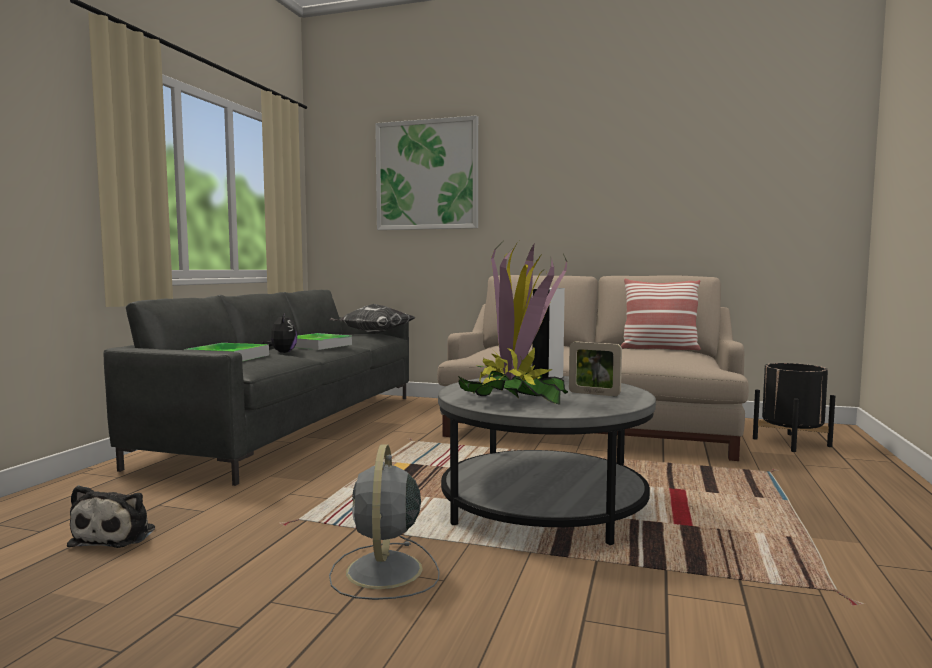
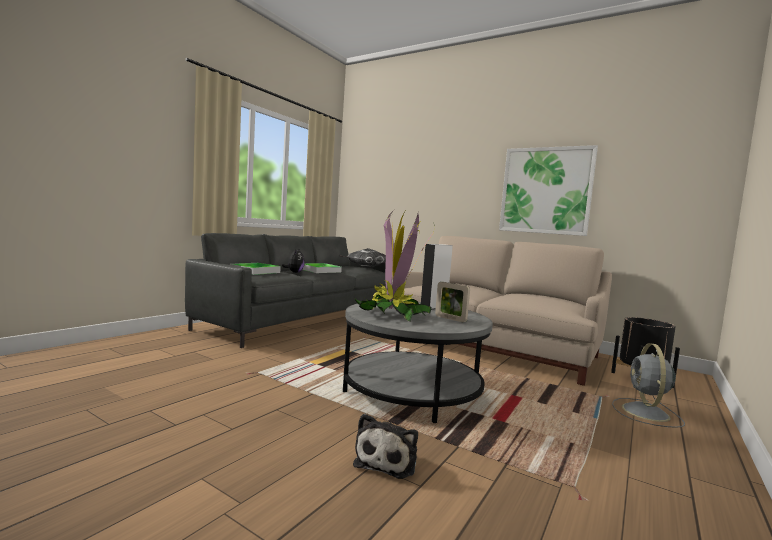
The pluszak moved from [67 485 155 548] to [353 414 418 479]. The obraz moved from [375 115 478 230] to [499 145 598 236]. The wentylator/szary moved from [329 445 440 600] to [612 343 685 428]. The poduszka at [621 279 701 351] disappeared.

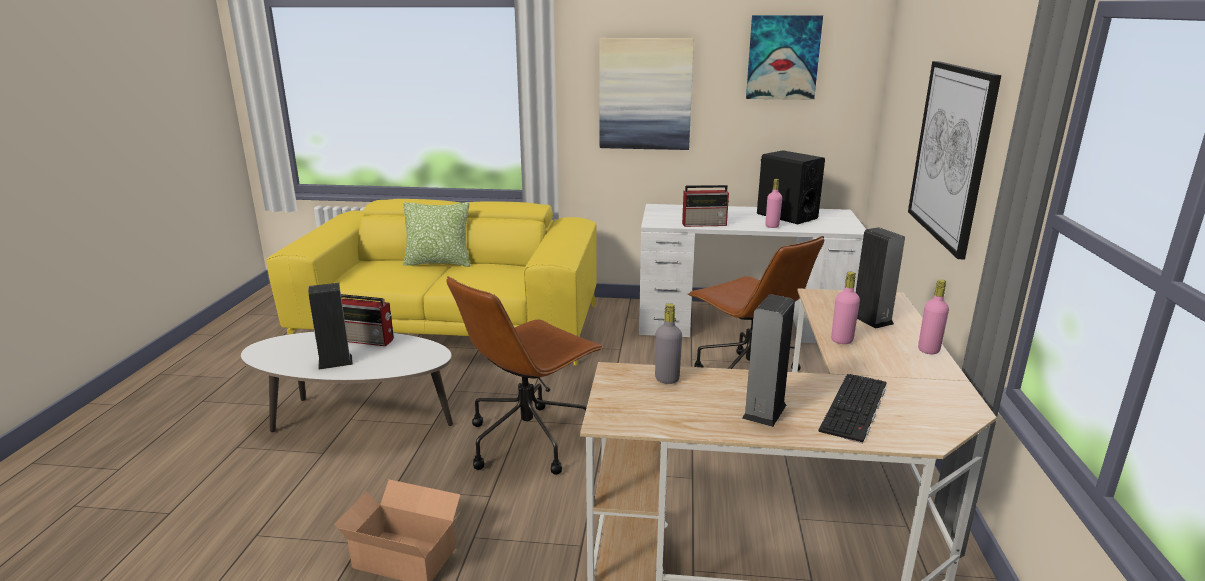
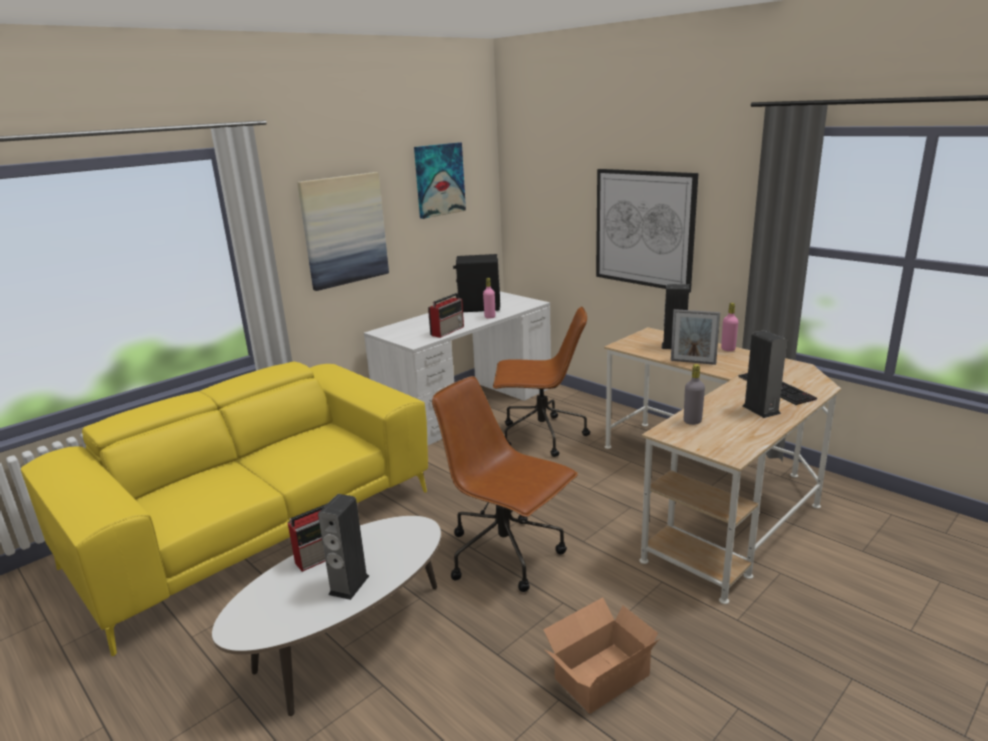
The krzesło biurowe/brązowy at [446 276 604 475] turned 135 degrees clockwise. The butelka/różowy at [831 272 860 344] was replaced by the ramka na zdjęcie at [671 309 720 365]. The poduszka at [403 202 470 267] disappeared.

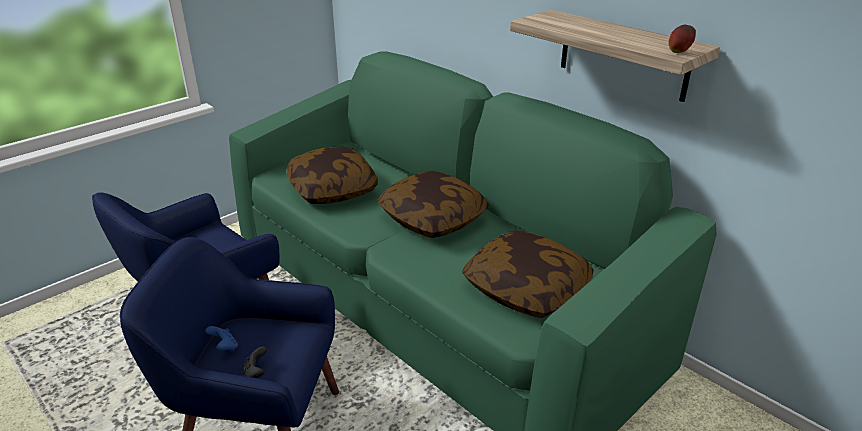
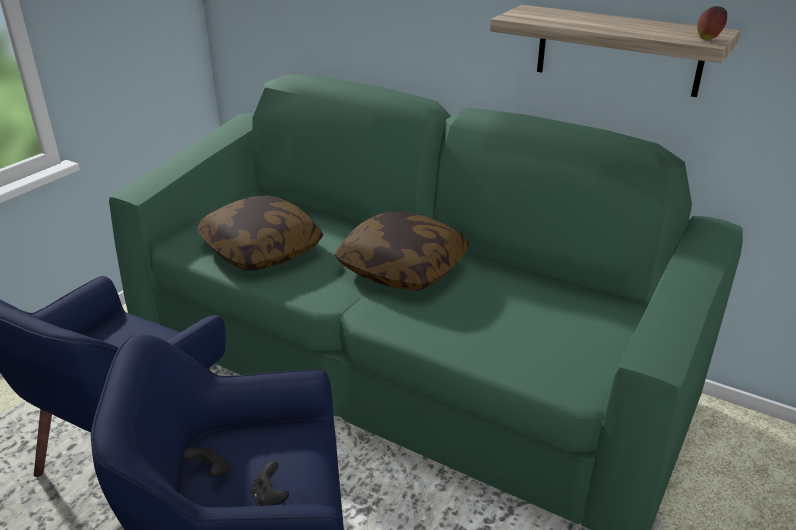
The pad do gier/niebieski at [205 326 238 351] became the pad do gier/czarny at [183 447 231 478]. The poduszka at [462 230 594 318] disappeared.

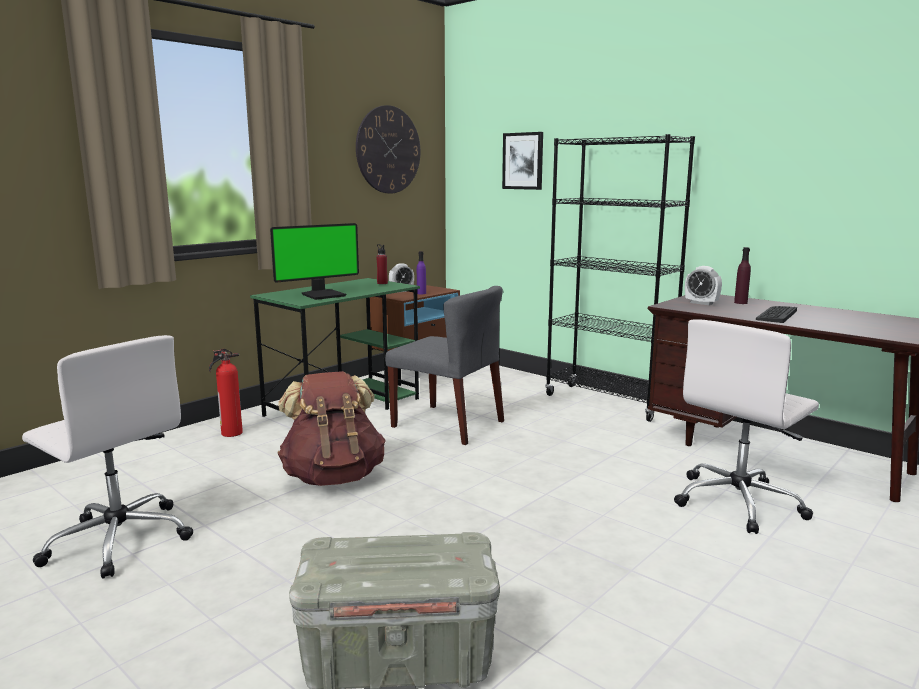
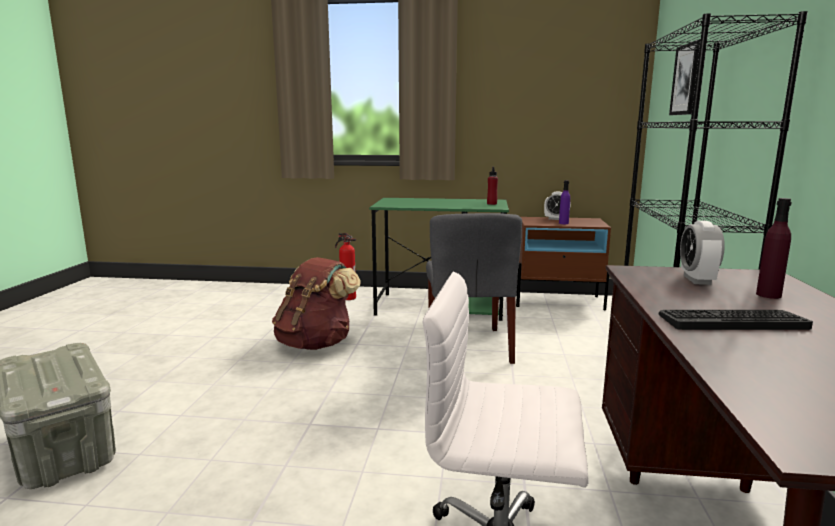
The krzesło biurowe/biały at [22 335 193 579] disappeared. The monitor at [270 223 359 300] disappeared. The zegar ścienny at [356 105 420 194] disappeared.

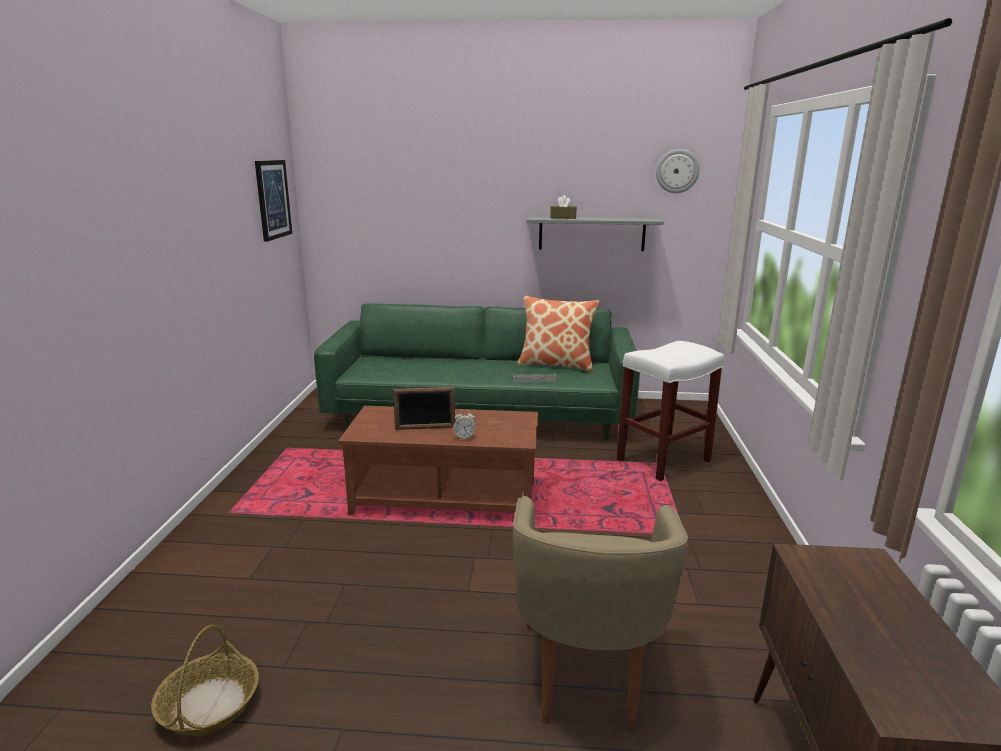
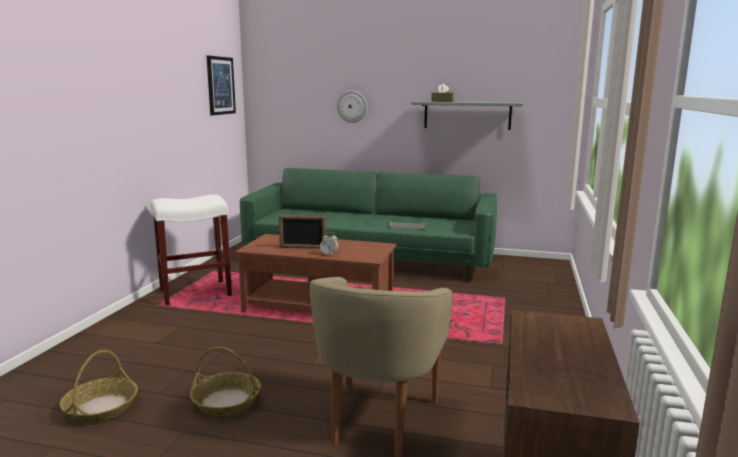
The stołek/biały moved from [617 341 725 481] to [151 195 232 306]. The koszyk at [190 347 261 416] appeared. The zegar ścienny moved from [656 149 699 193] to [337 90 367 123]. The poduszka at [517 296 600 371] disappeared.

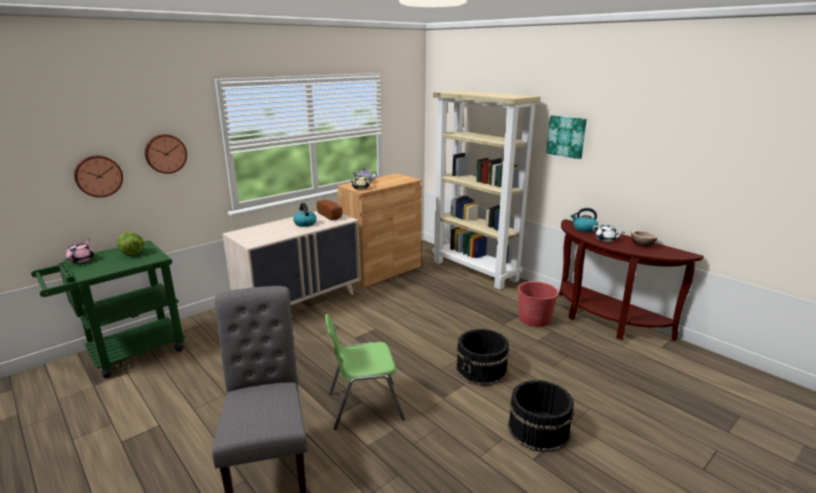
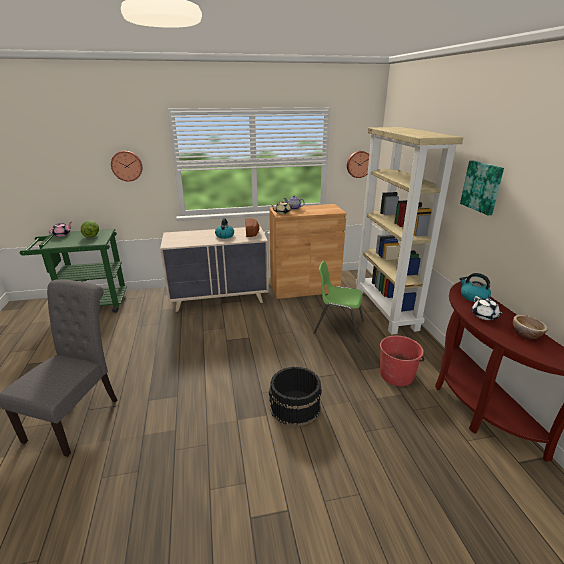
The krzesło/zielony moved from [325 314 405 430] to [314 261 364 342]. The zegar ścienny moved from [74 155 123 198] to [347 151 369 178]. The wiadro/czarny at [508 380 574 453] disappeared.

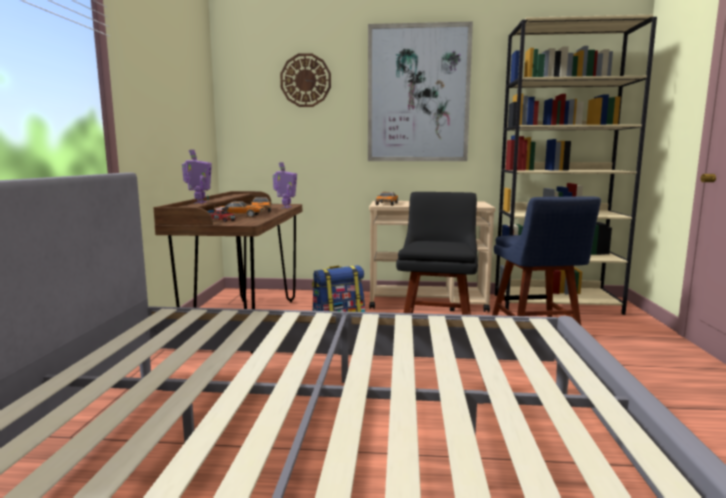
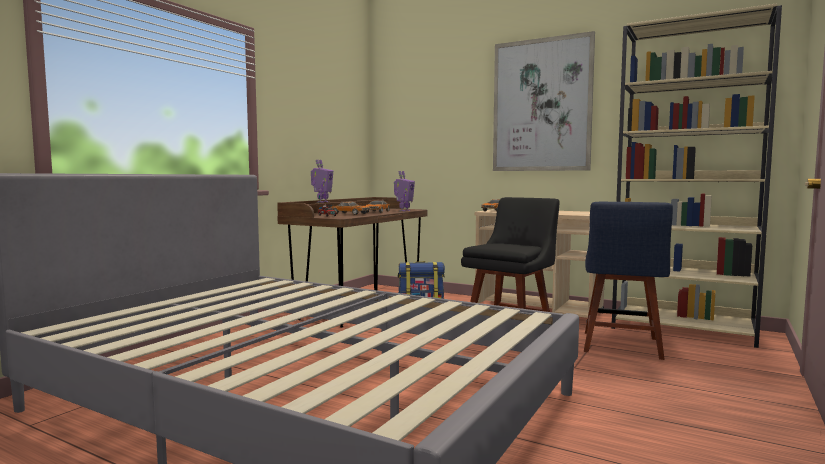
The zegar ścienny at [280 53 331 107] disappeared.

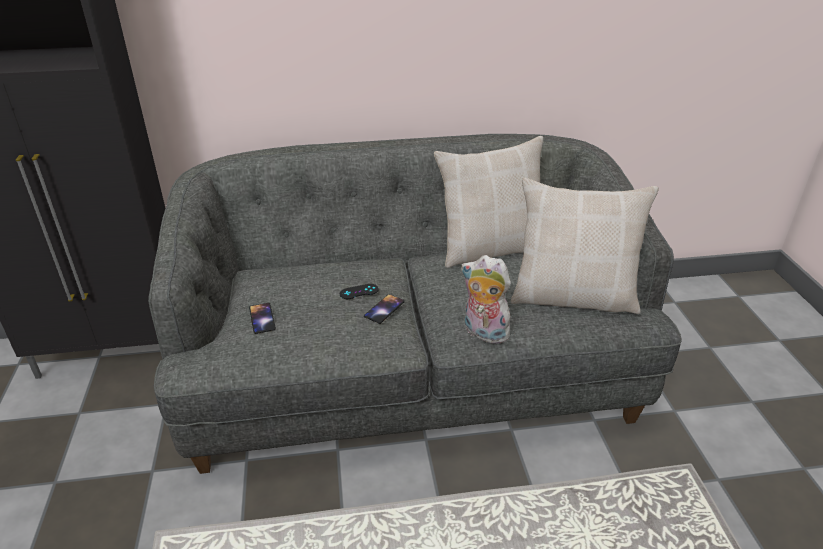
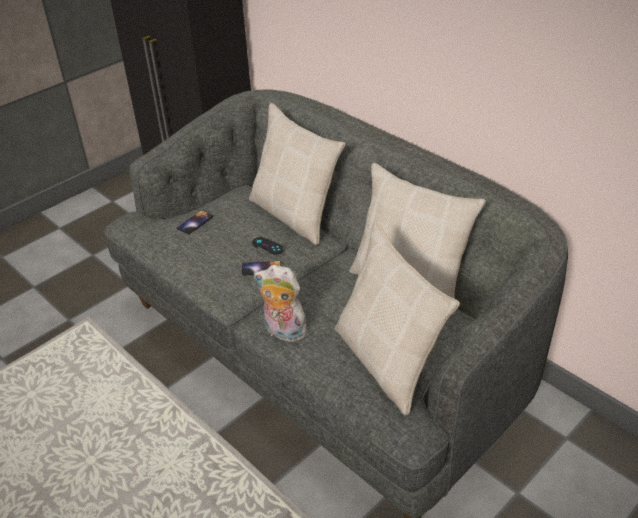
The poduszka/beżowy at [249 103 345 245] appeared. The pluszak at [461 255 512 344] turned 60 degrees counterclockwise.

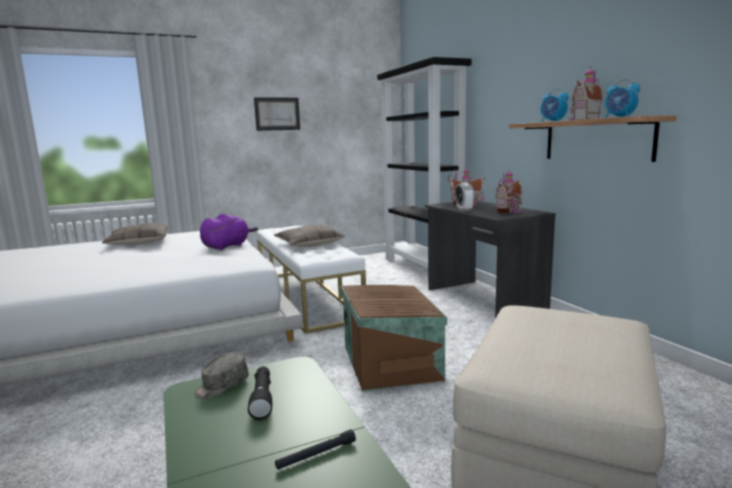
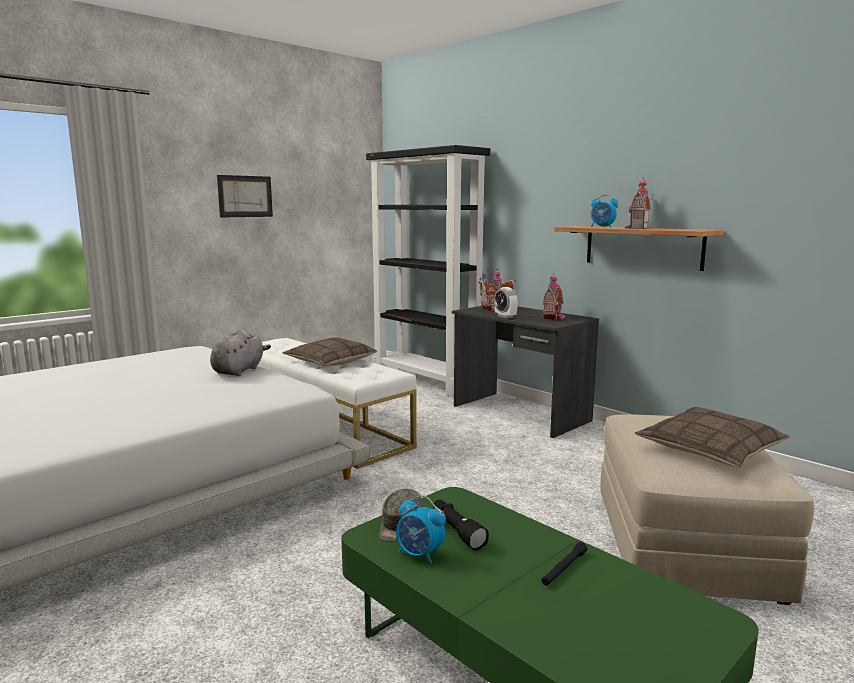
The pluszak/fioletowy at [200 214 258 250] became the pluszak/szary at [210 330 271 376]. The budzik moved from [605 79 640 118] to [396 495 446 564]. The poduszka moved from [102 223 169 245] to [635 407 789 468]. The pojemnik do przechowywania/brązowy at [341 285 447 392] disappeared.

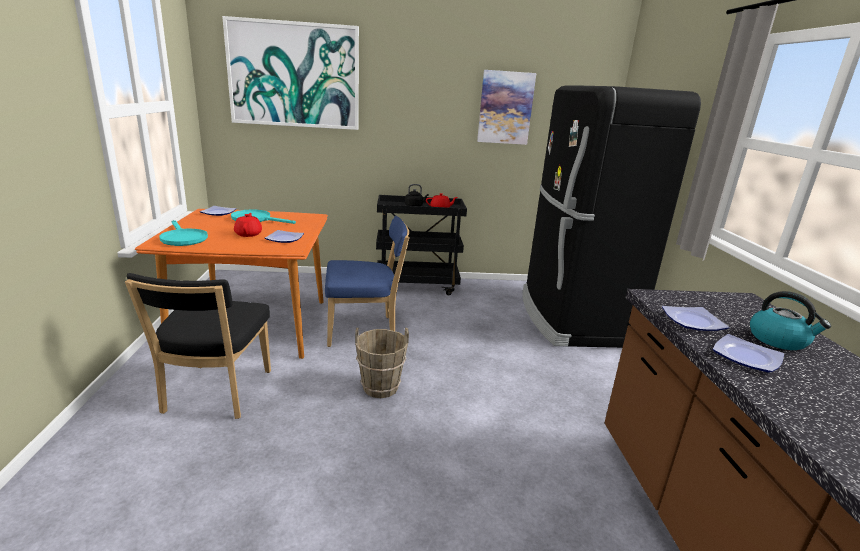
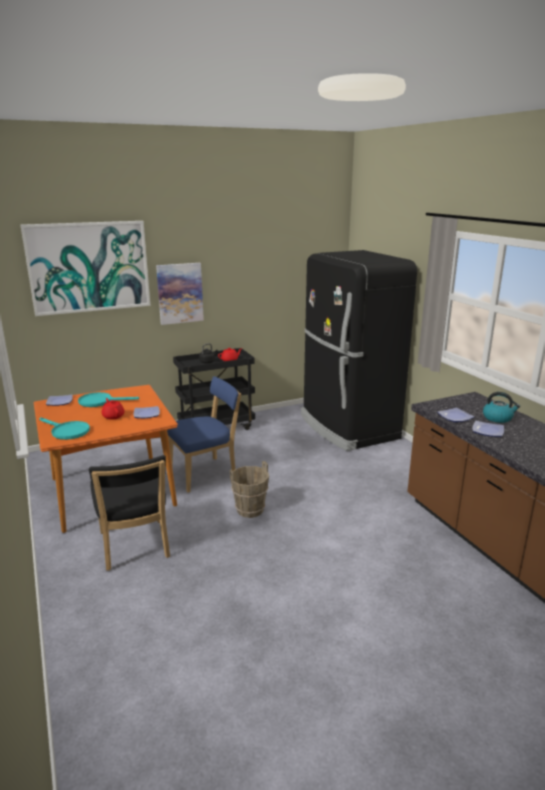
The obraz moved from [477 70 536 145] to [156 263 204 325].

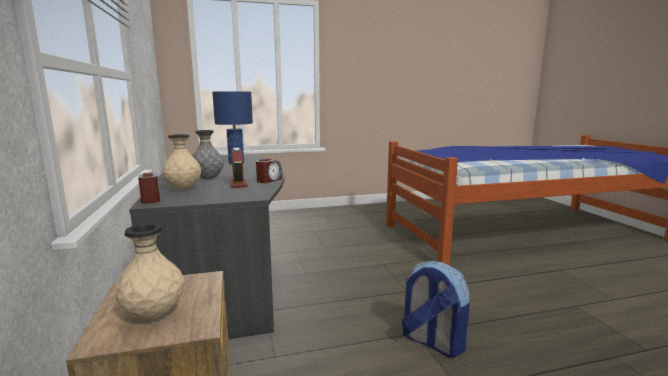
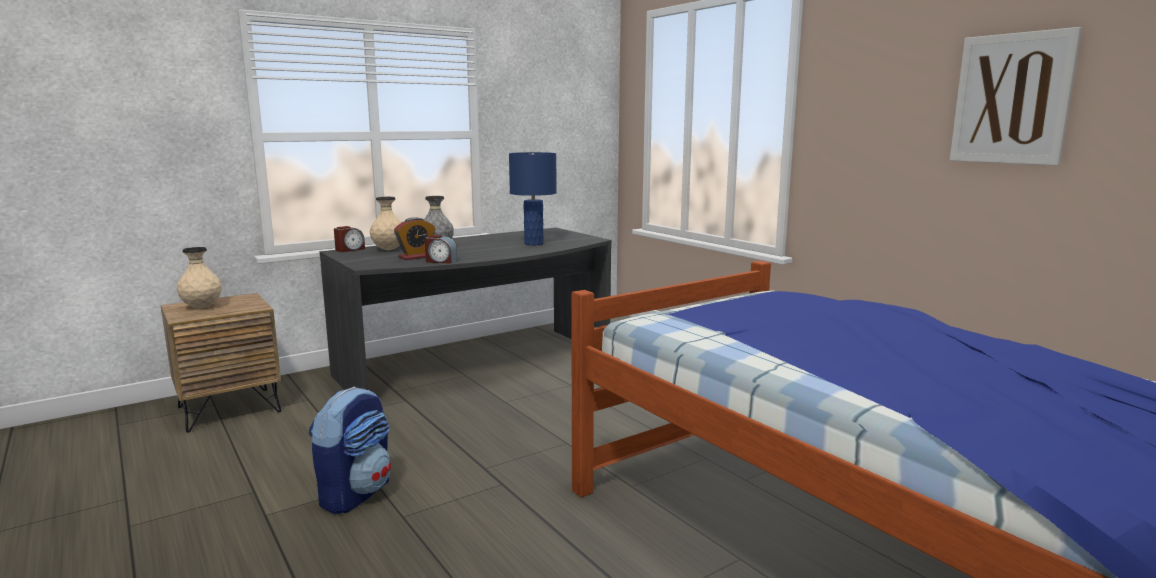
The obraz at [950 27 1082 166] appeared.

